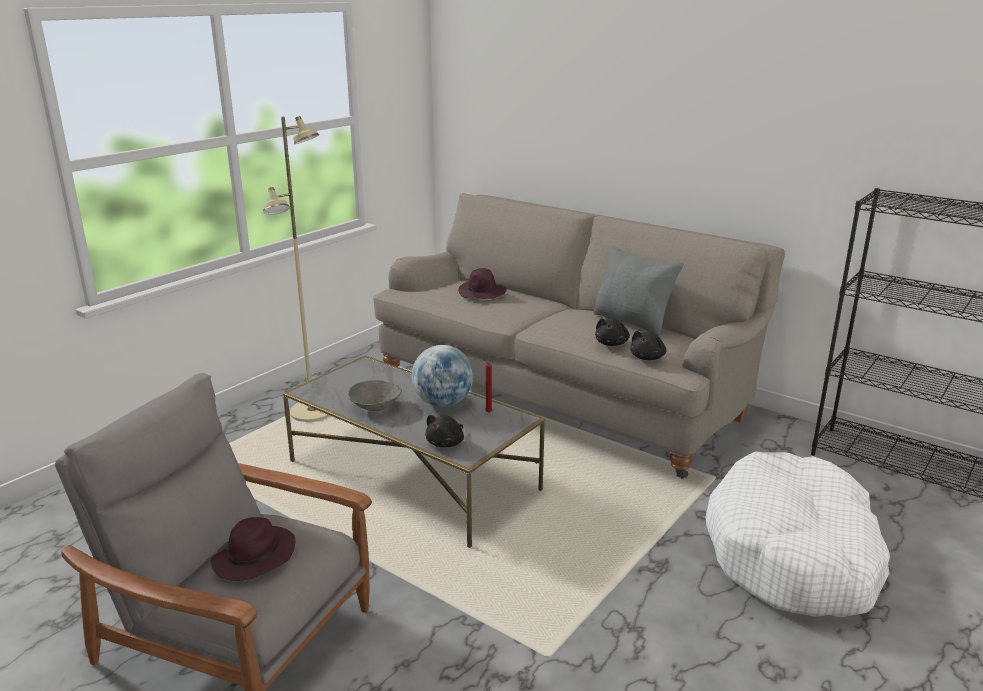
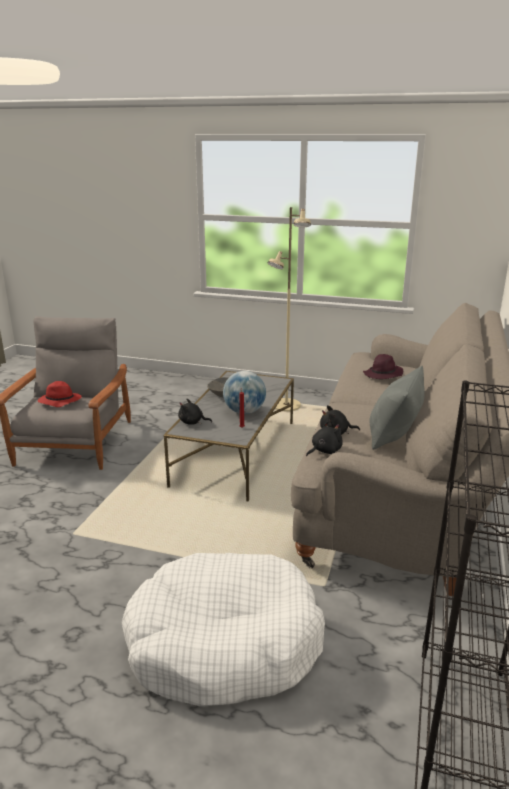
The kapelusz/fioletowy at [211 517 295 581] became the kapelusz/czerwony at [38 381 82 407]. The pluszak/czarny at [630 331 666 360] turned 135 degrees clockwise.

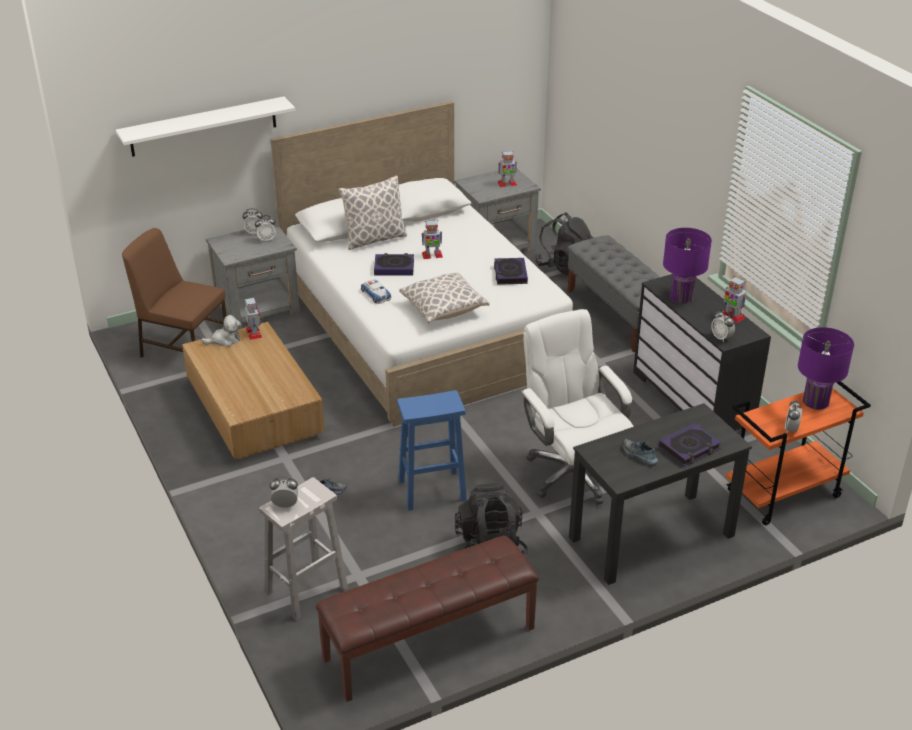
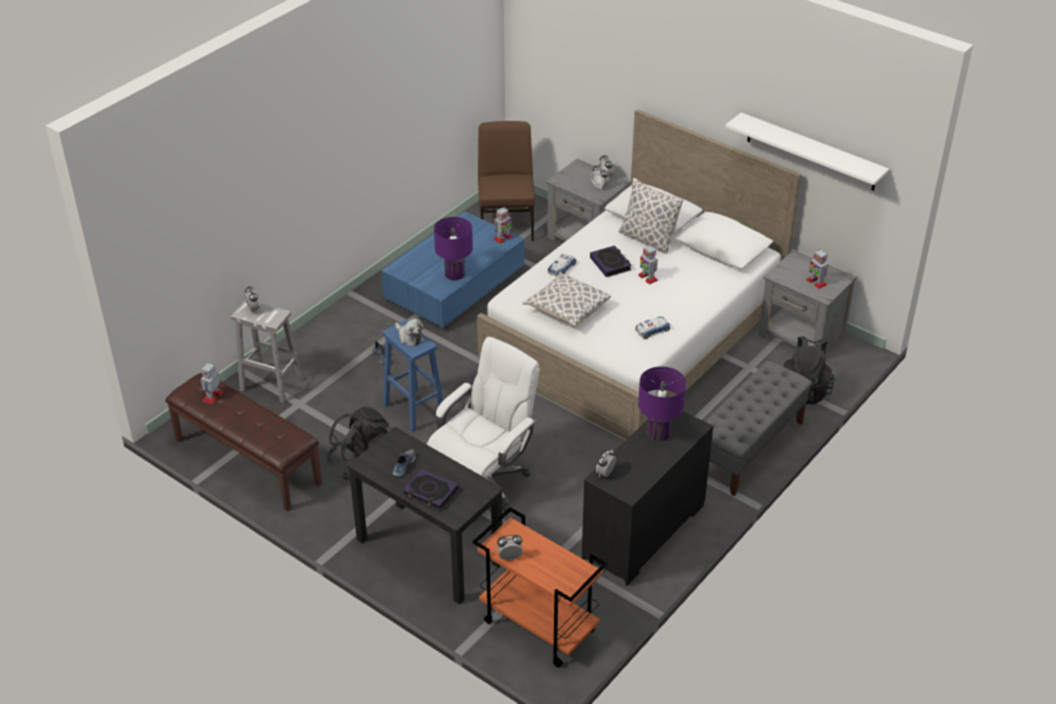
The robot zabawkowy moved from [722 276 746 323] to [201 363 224 404]. The ława/brązowy at [182 322 325 459] became the ława/niebieski at [381 211 524 328]. The pluszak moved from [201 315 241 347] to [395 319 424 346]. The lampa stołowa/fioletowy moved from [798 327 854 410] to [434 217 473 280]. The książka at [494 258 528 285] was replaced by the samochodzik at [635 316 670 339]. The półka/biały moved from [116 97 295 157] to [725 112 889 191].

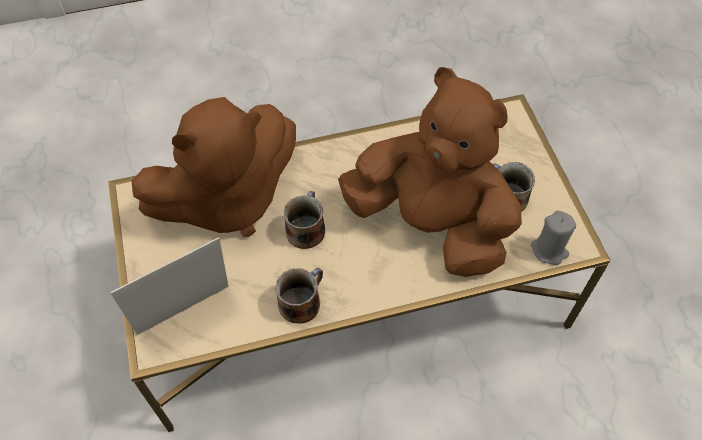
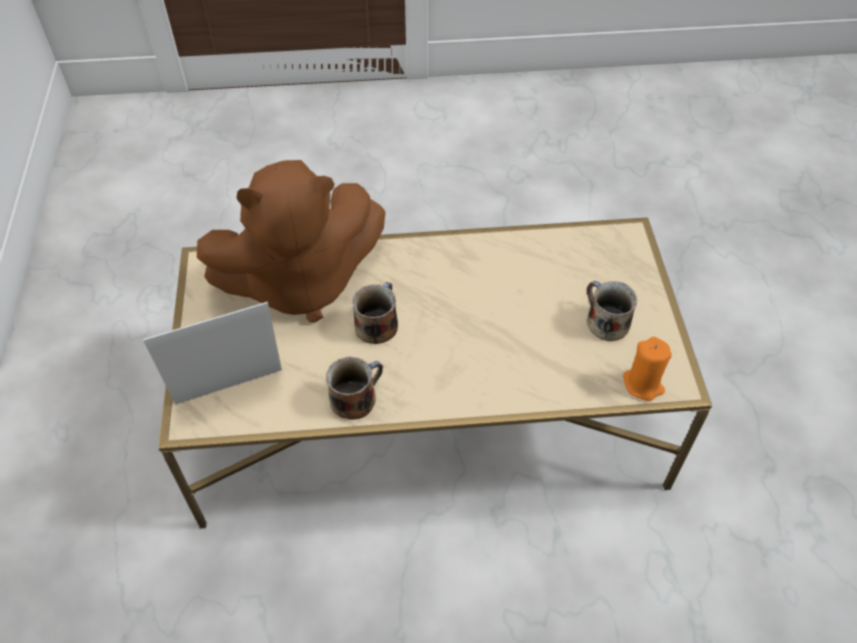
The świeca/szary at [531 211 576 265] became the świeca/pomarańczowy at [623 337 672 401]. The pluszak/brązowy at [338 67 522 277] disappeared.

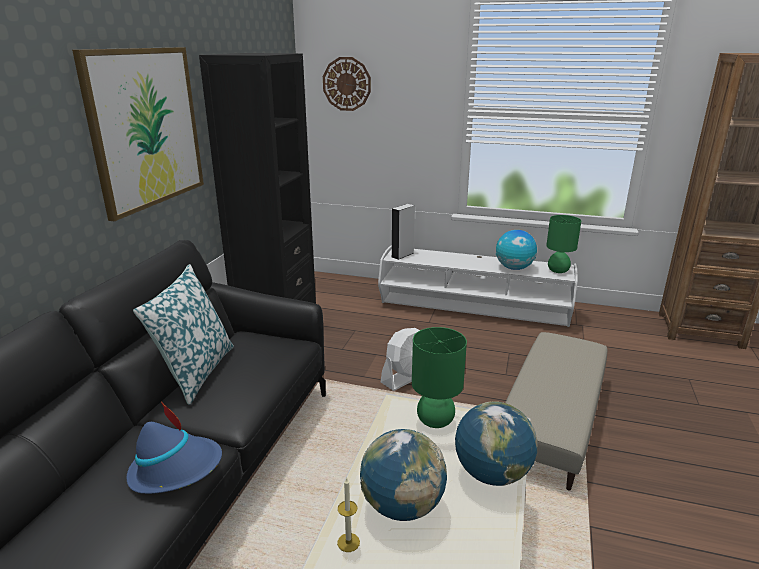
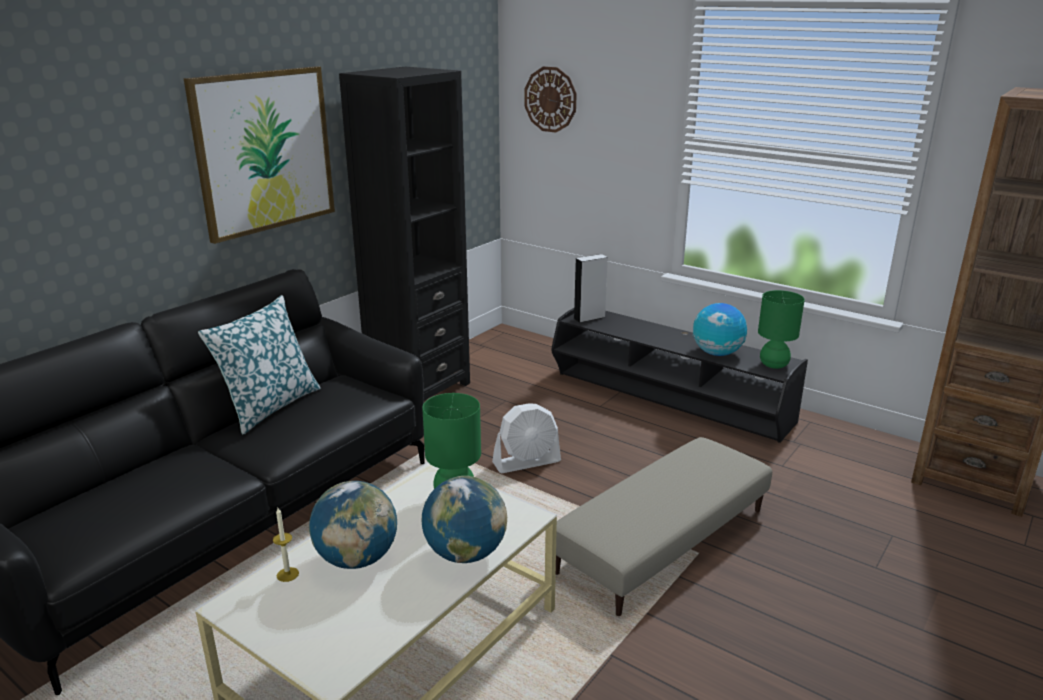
The szafka pod telewizor/biały at [378 245 578 327] became the szafka pod telewizor/czarny at [552 308 808 443]. The kapelusz/niebieski at [127 402 222 494] disappeared.

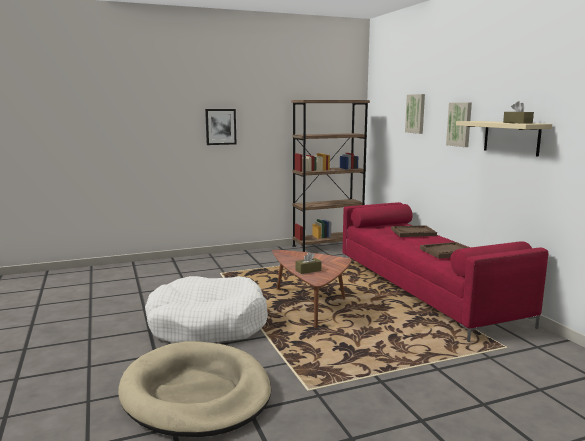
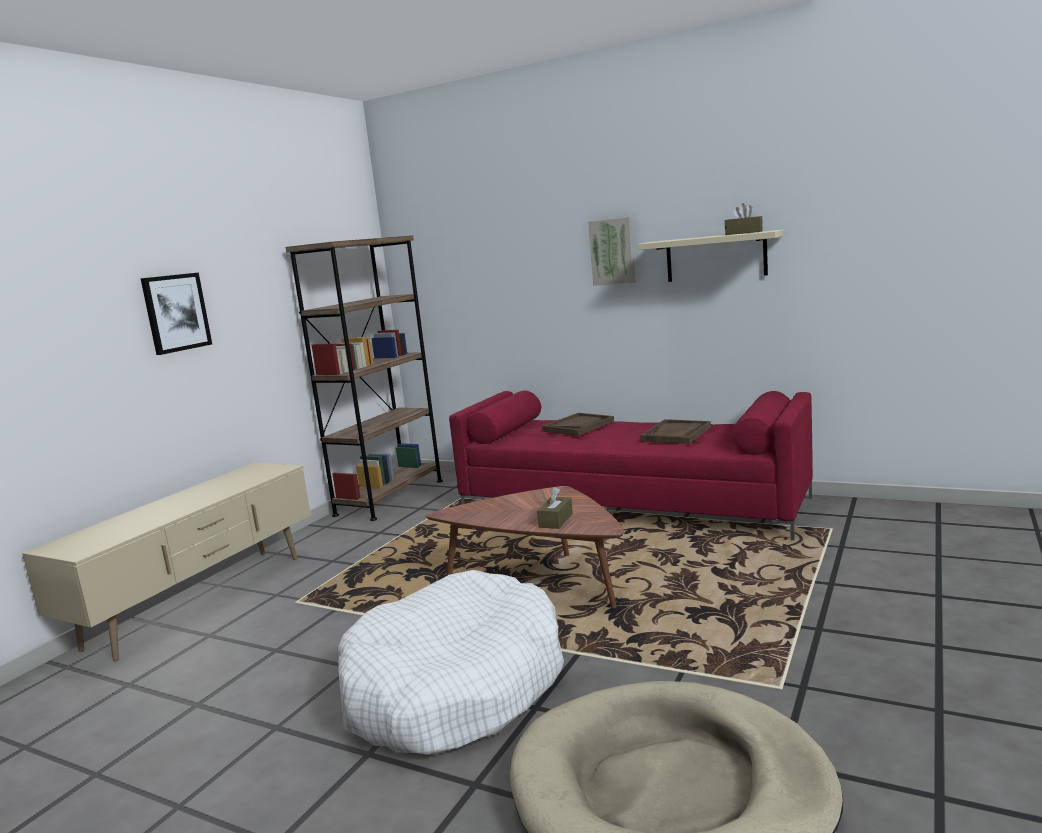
The szafka pod telewizor/beżowy at [22 463 311 661] appeared. The obraz at [405 94 425 134] disappeared.

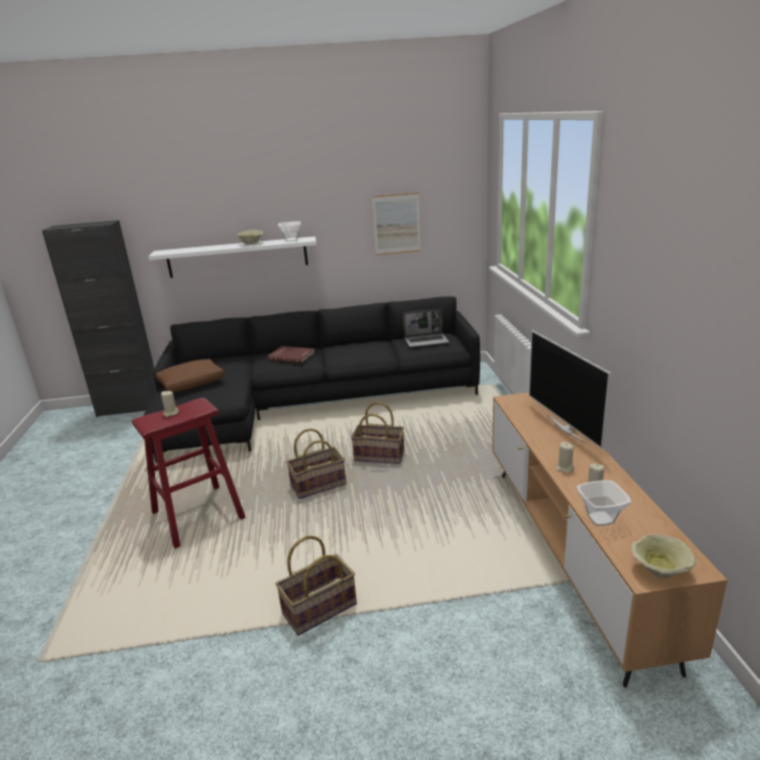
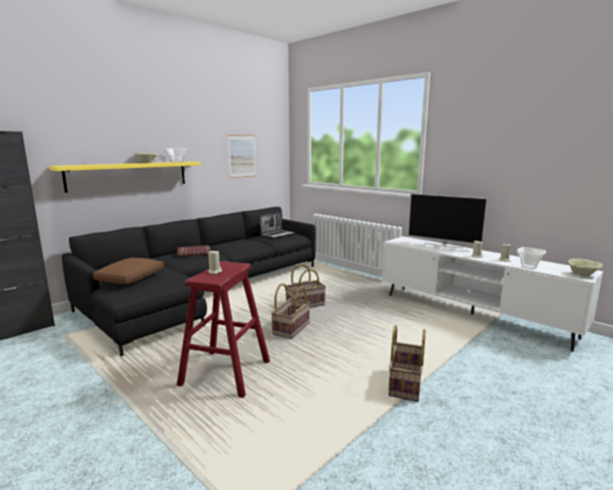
The półka/biały at [148 236 317 278] became the półka/żółty at [49 162 201 193]. The szafka pod telewizor/brązowy at [492 392 727 687] became the szafka pod telewizor/biały at [382 236 603 352].

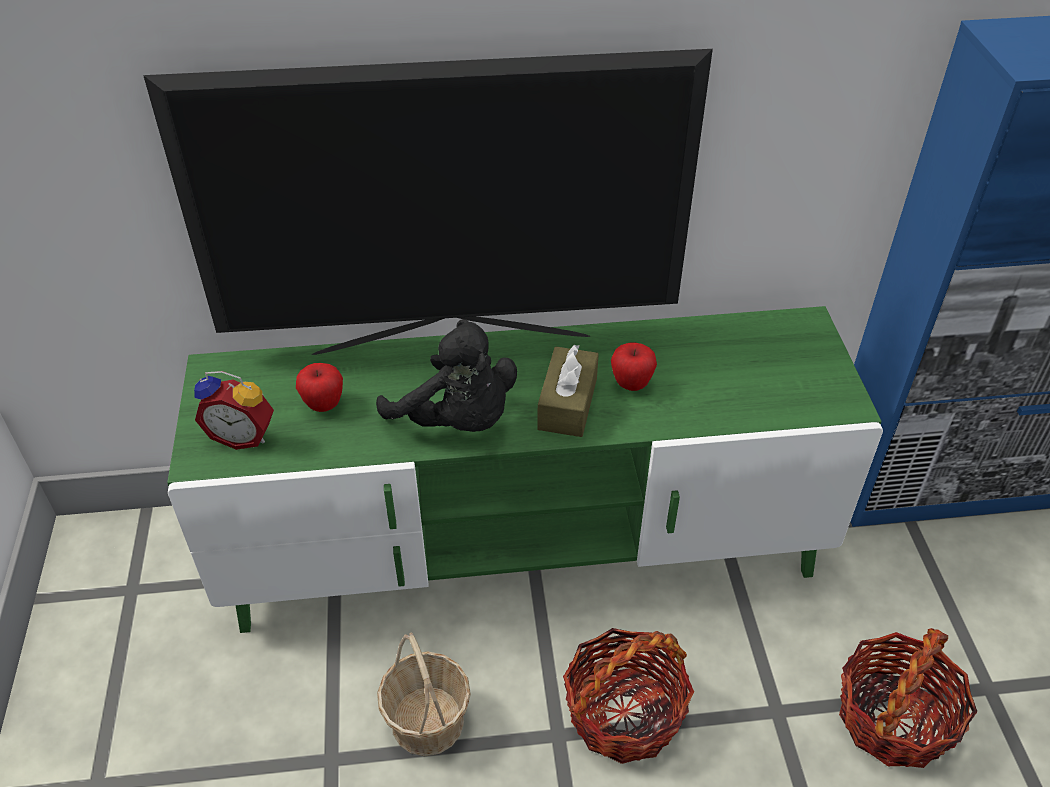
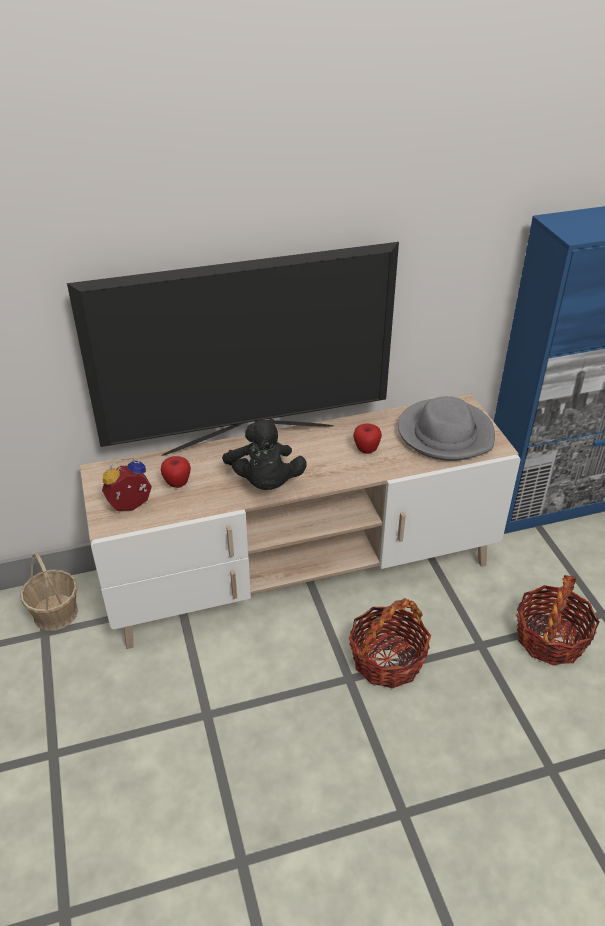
The koszyk moved from [377 633 471 756] to [20 553 78 631]. The szafka pod telewizor/zielony at [167 306 883 633] became the szafka pod telewizor/beżowy at [80 394 521 649]. The budzik at [194 371 274 450] turned 150 degrees clockwise. The pluszak/czarny at [376 319 517 432] turned 45 degrees clockwise. The kapelusz/szary at [398 396 495 461] appeared. The pudełko chusteczek/brązowy at [537 345 599 437] disappeared.

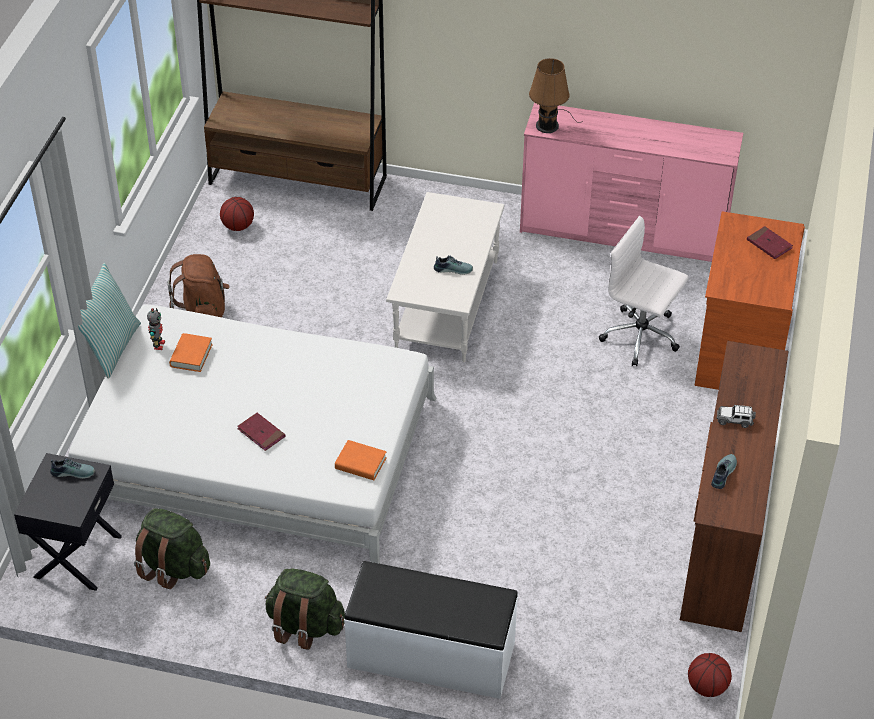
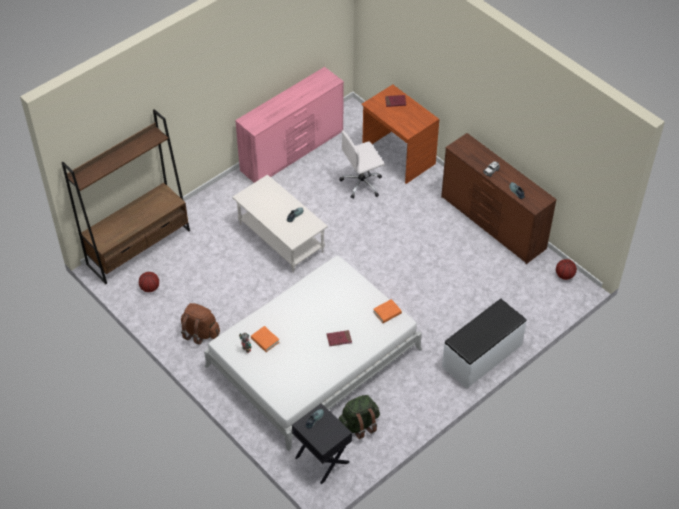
The poduszka at [78 263 141 379] disappeared. The plecak/zielony at [265 568 345 650] disappeared. The lampa stołowa/brązowy at [529 58 583 133] disappeared.

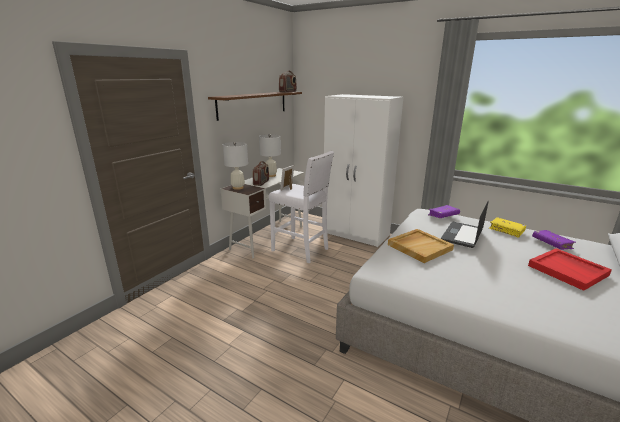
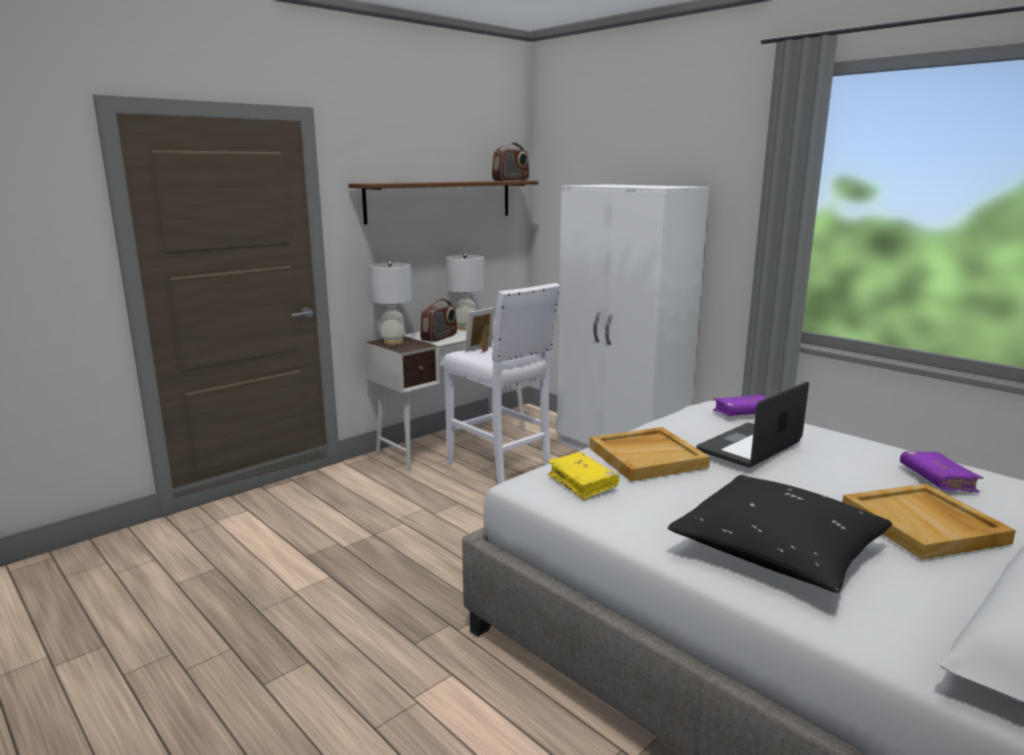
The książka/żółty moved from [489 217 526 238] to [548 452 619 500]. The poduszka/czarny at [668 475 892 593] appeared. The taca/czerwony at [528 248 612 291] became the taca/beżowy at [842 484 1016 560].

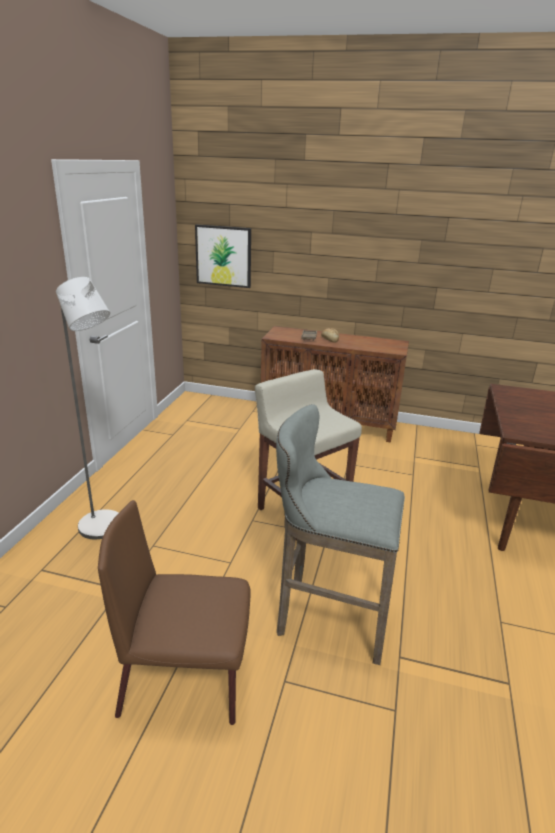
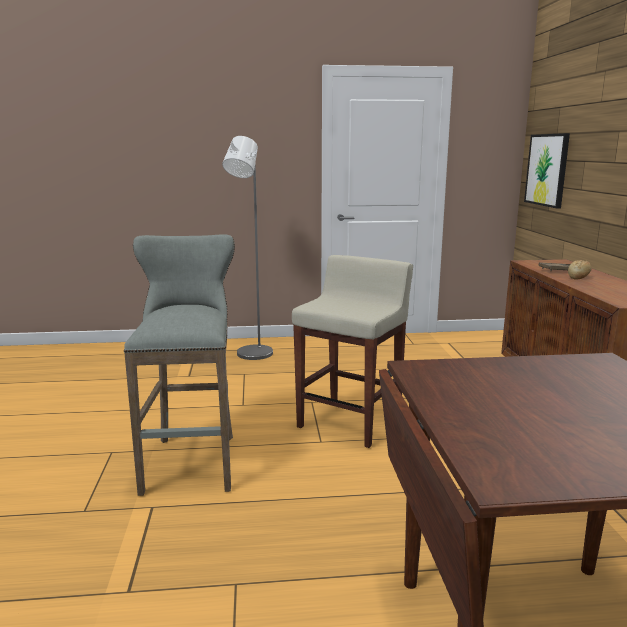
The krzesło/brązowy at [98 500 251 725] disappeared.

